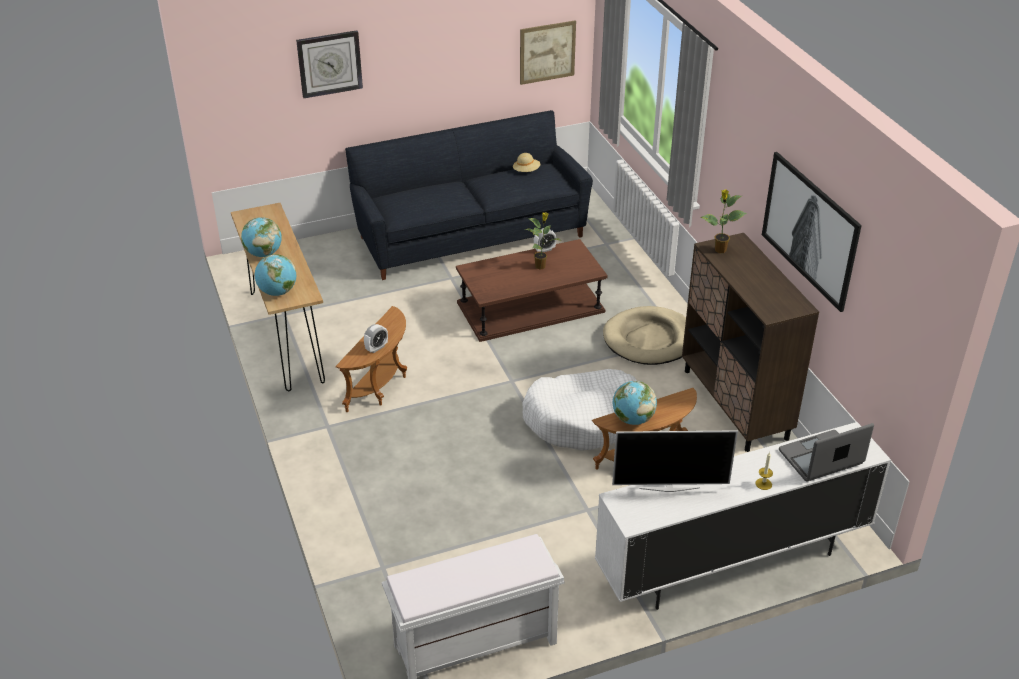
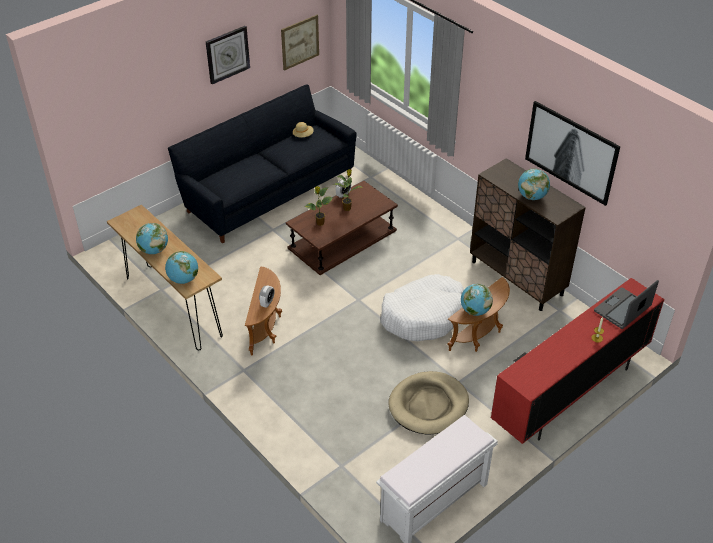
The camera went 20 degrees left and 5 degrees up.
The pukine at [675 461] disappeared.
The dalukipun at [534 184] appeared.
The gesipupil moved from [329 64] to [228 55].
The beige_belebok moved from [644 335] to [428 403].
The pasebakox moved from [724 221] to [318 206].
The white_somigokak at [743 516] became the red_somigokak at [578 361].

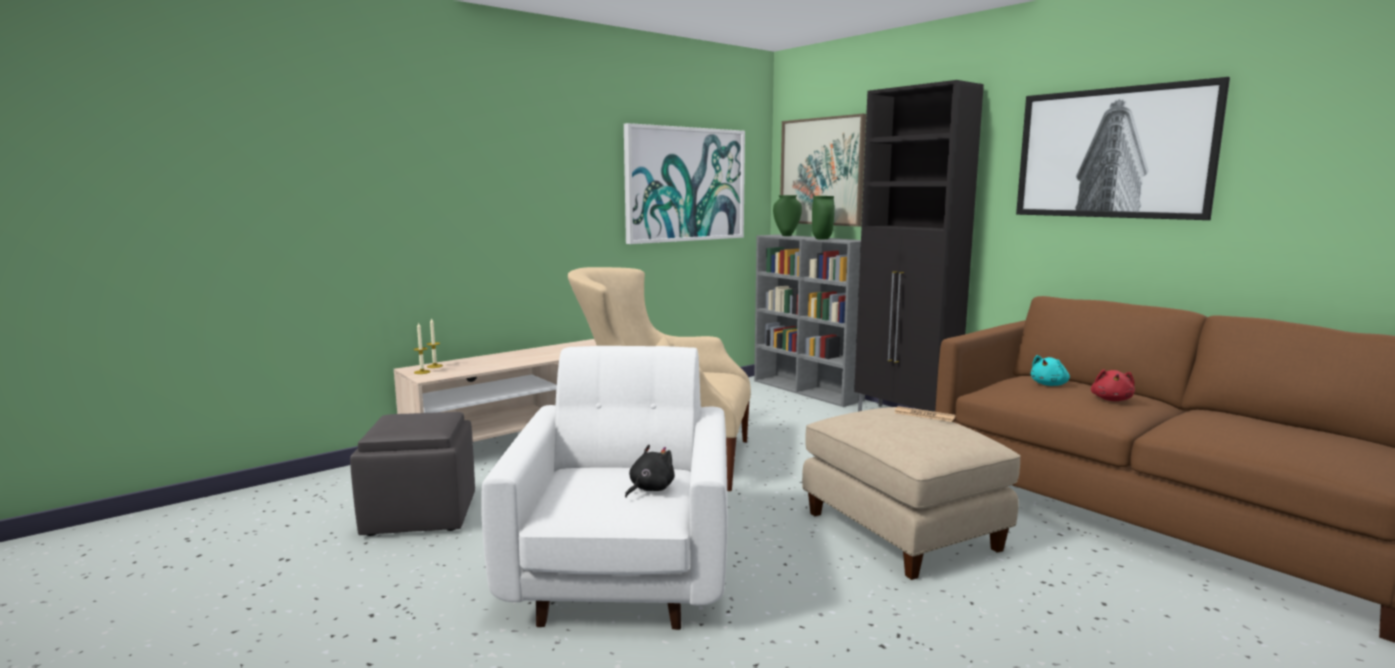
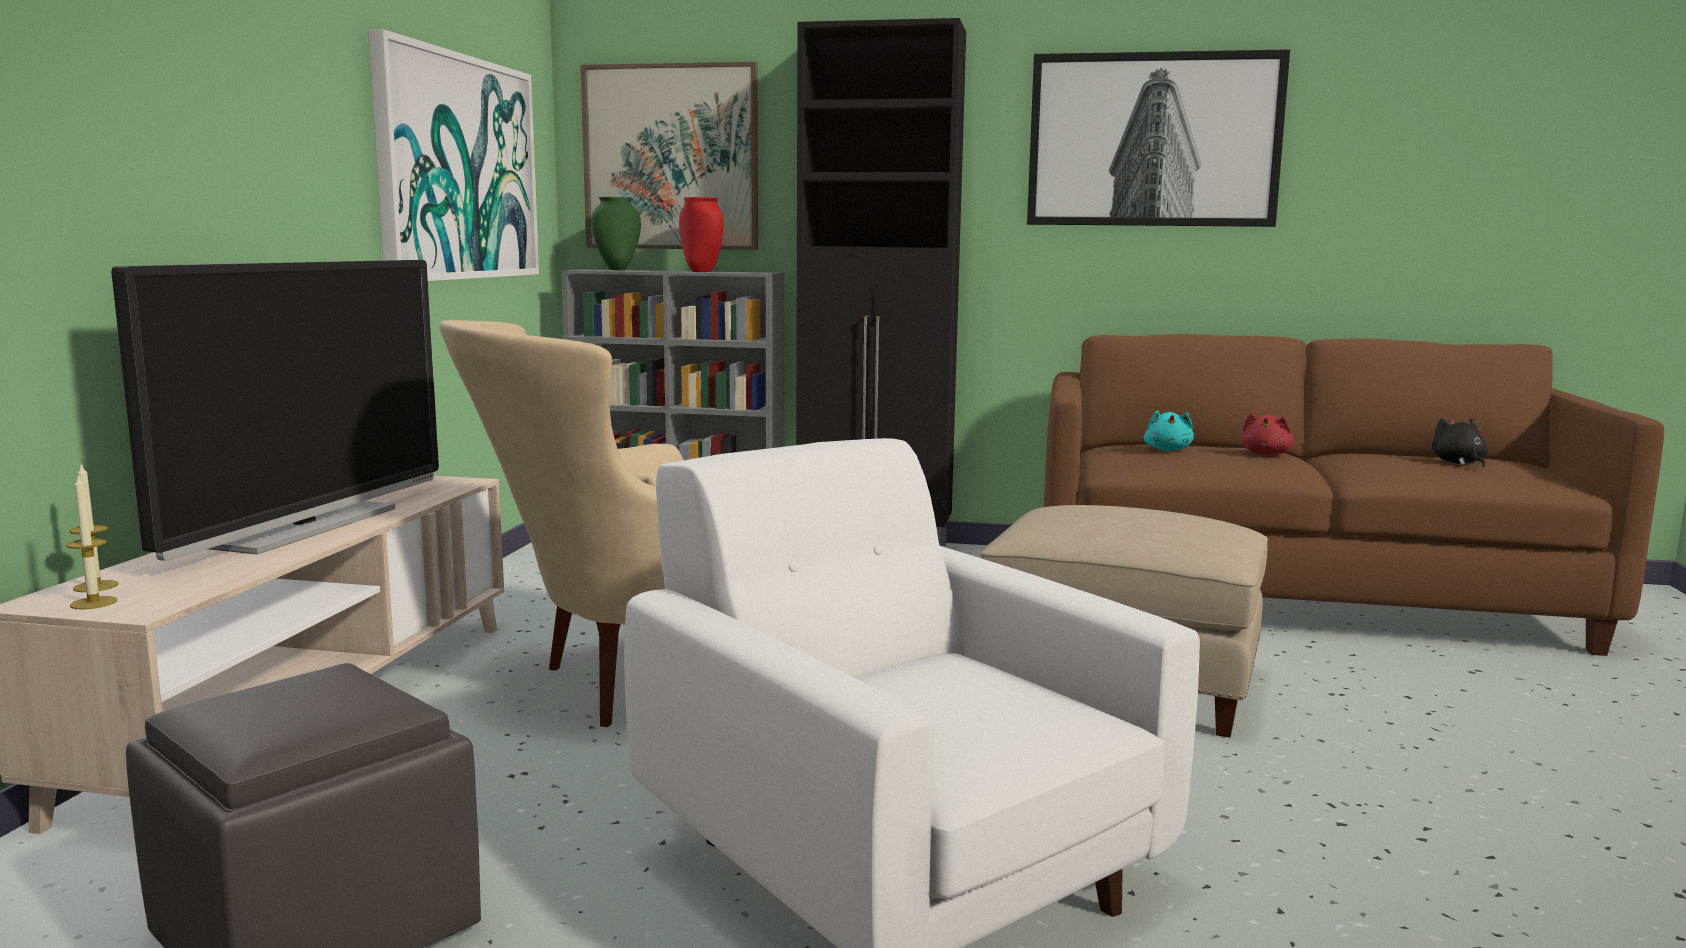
The camera went 40 degrees left and 0 degrees up.
The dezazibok at [924 414] disappeared.
The pukine at [275 410] appeared.
The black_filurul moved from [650 471] to [1460 442].
The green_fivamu at [823 217] became the red_fivamu at [701 234].
The red_filurul at [1113 385] turned 45 degrees clockwise.

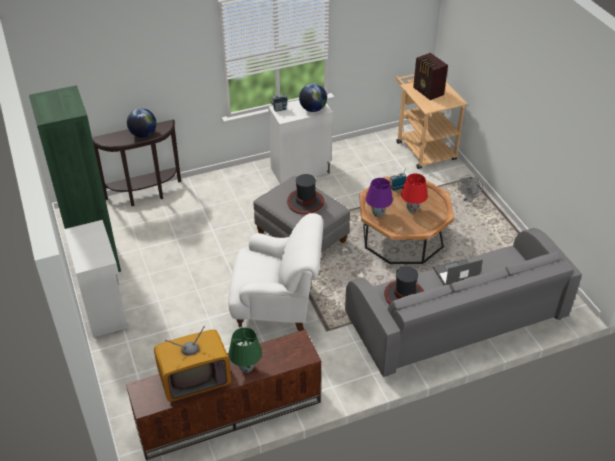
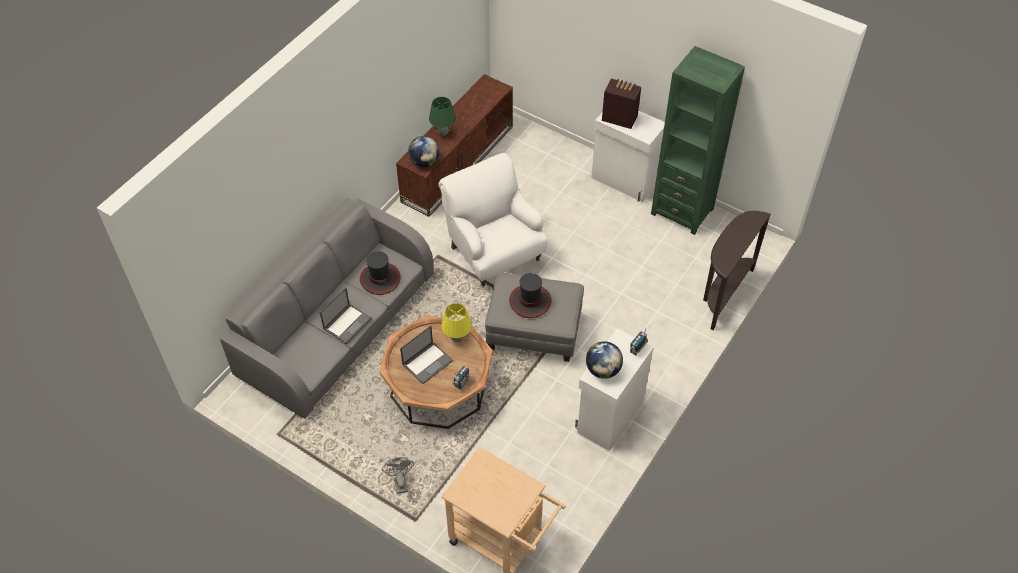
The camera went 145 degrees right and 10 degrees up.
The pukine at [192 364] disappeared.
The dalukipun moved from [141 123] to [423 151].
The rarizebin moved from [430 76] to [621 104].
The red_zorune at [414 193] was replaced by the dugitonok at [426 355].
The purple_zorune at [379 197] became the yellow_zorune at [456 322].
The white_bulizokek at [275 272] turned 90 degrees clockwise.

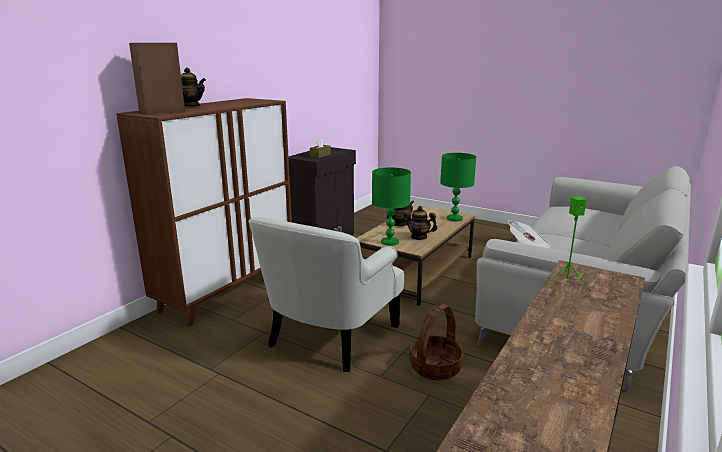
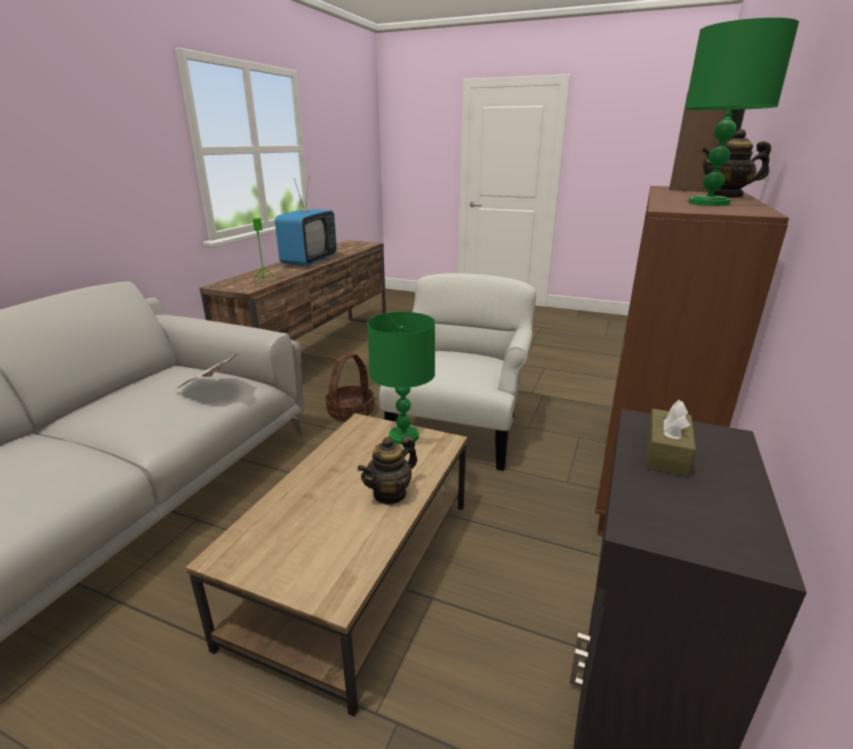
The camera went 170 degrees right and 5 degrees up.
The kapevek at [420 223] disappeared.
The pukine at [306 221] appeared.
The green_zorune moved from [458 187] to [742 112].

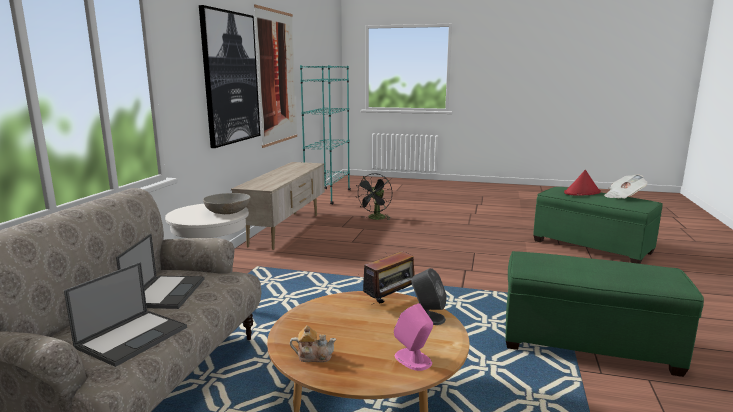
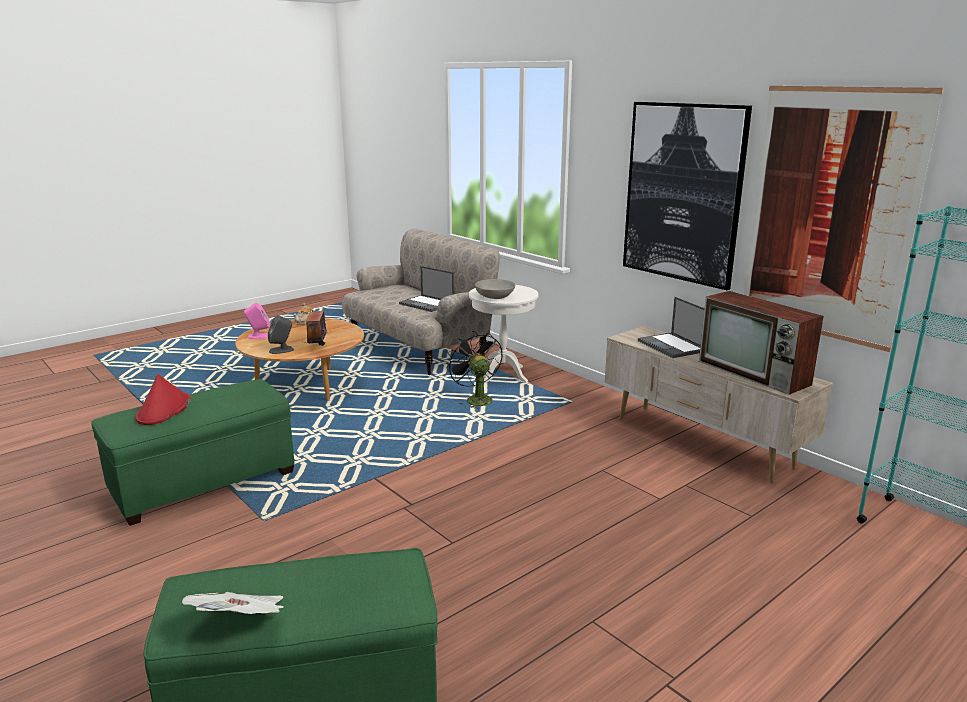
The camera went 125 degrees right and 5 degrees up.
The pukine at [761 342] appeared.
The dugitonok moved from [125 314] to [671 327].
The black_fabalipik moved from [373 196] to [474 370].
The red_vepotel moved from [582 183] to [163 399].

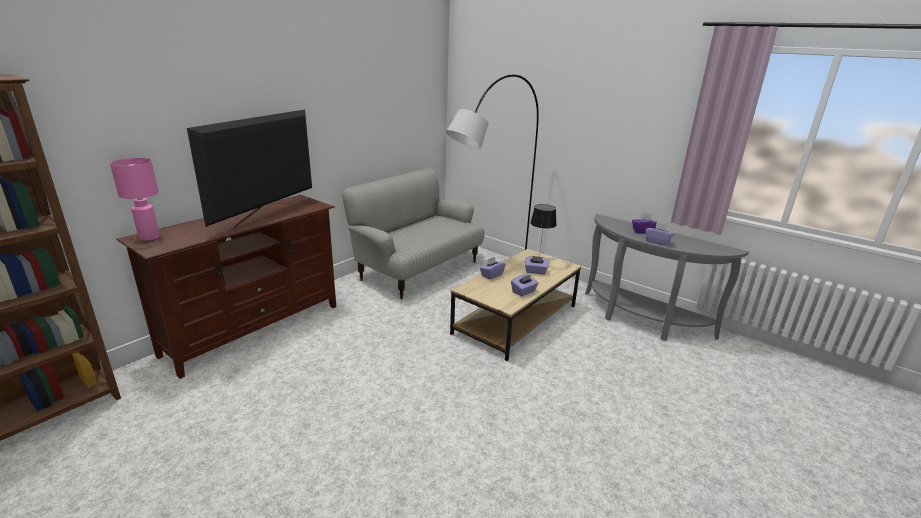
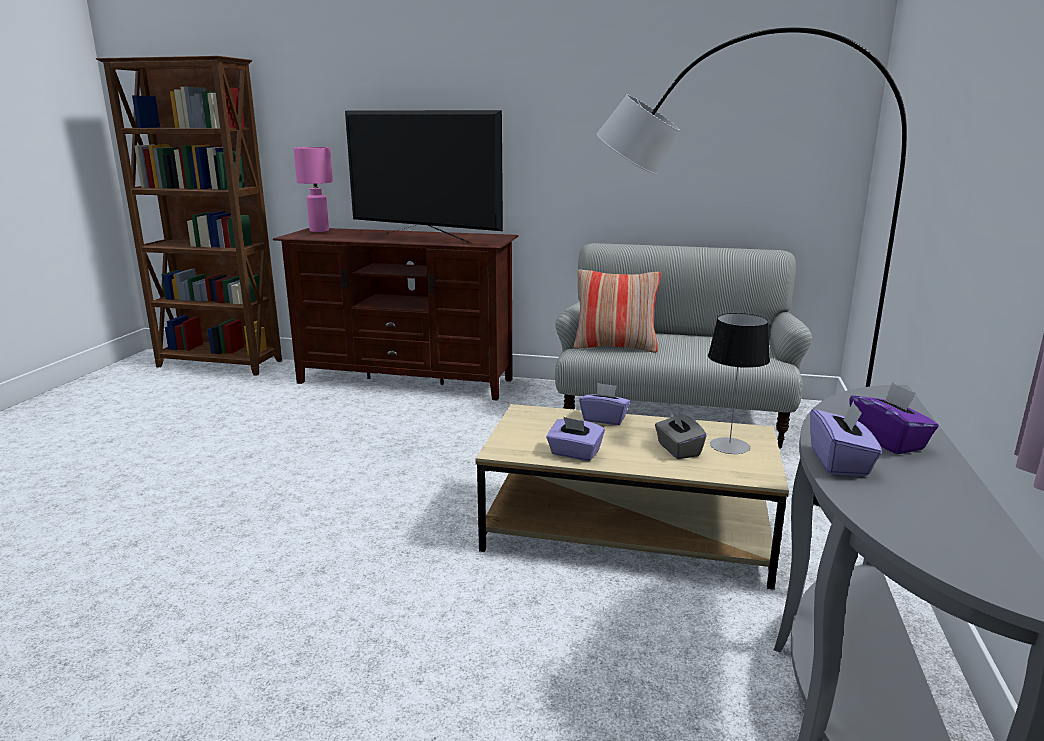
The camera went 65 degrees right and 5 degrees down.
The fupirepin at [617 311] appeared.
The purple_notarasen at [537 265] became the grey_notarasen at [681 435].
The pukine at [249 169] turned 150 degrees counterclockwise.

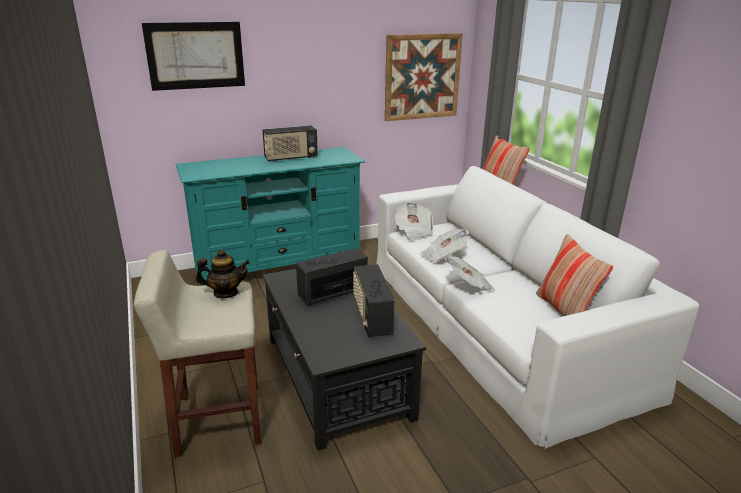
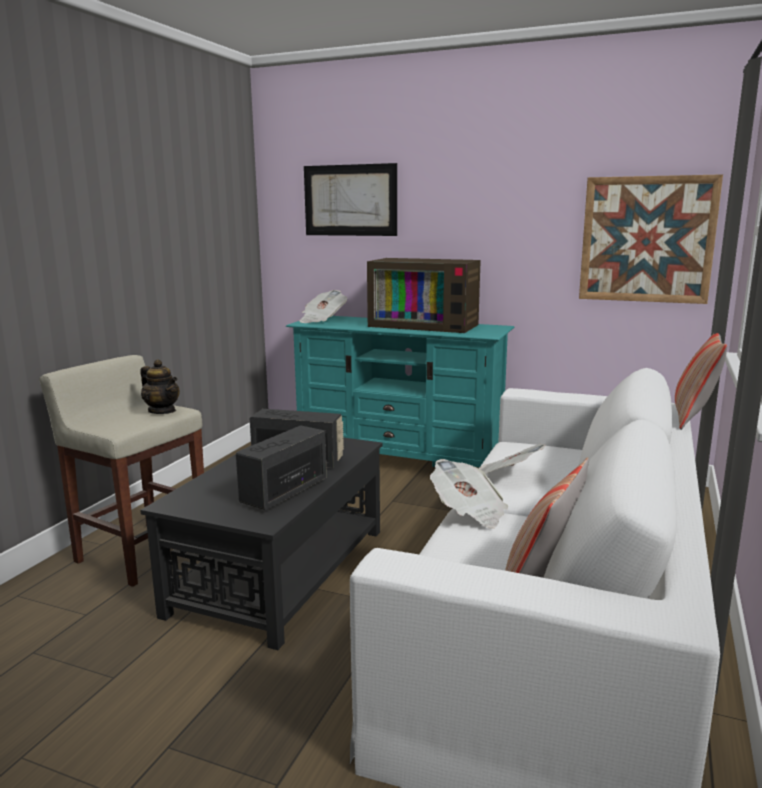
The camera went 45 degrees right and 10 degrees down.
The dezazibok moved from [413 221] to [323 306].
The rarizebin at [290 144] was replaced by the pukine at [424 295].

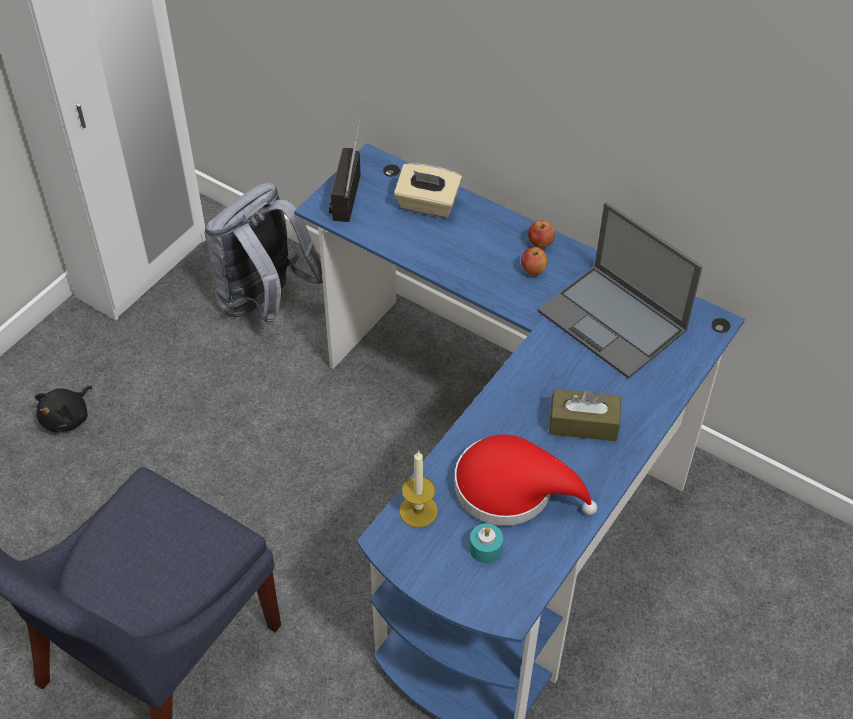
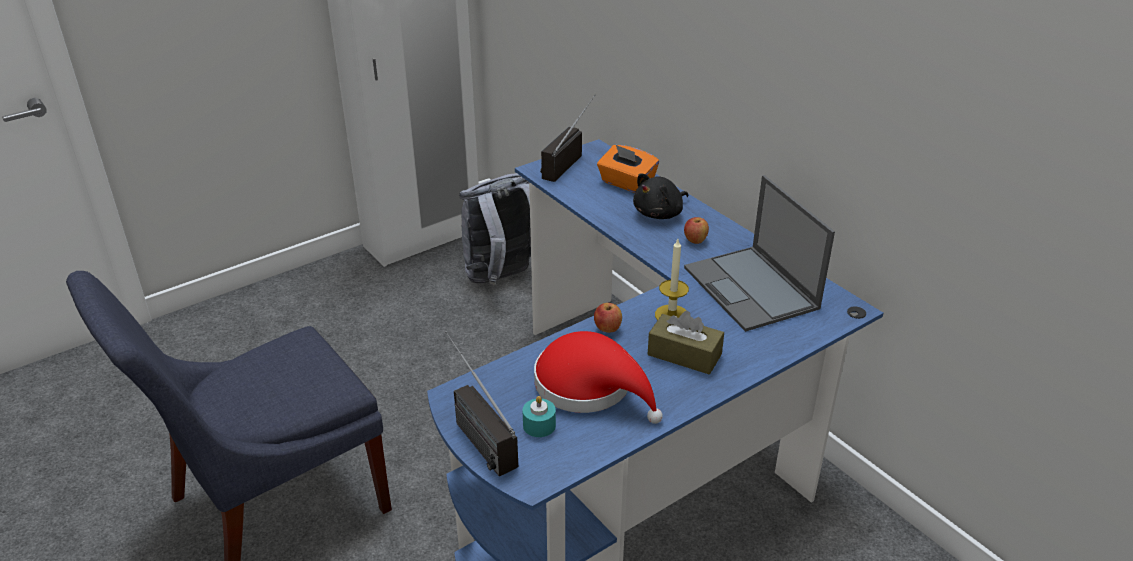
The camera went 20 degrees right and 15 degrees down.
The rarizebin at [481 403] appeared.
The black_filurul moved from [63 409] to [660 196].
The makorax moved from [418 489] to [672 280].
The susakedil moved from [541 234] to [608 318].
The beige_notarasen at [428 190] became the orange_notarasen at [628 169].

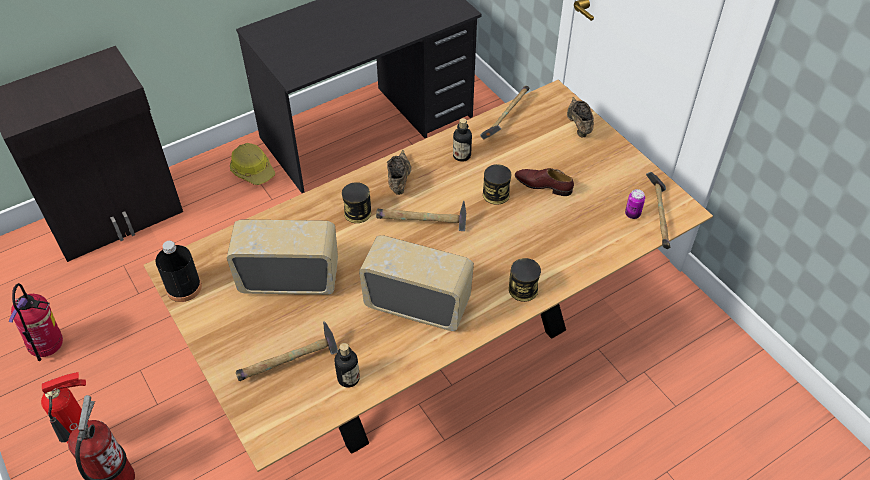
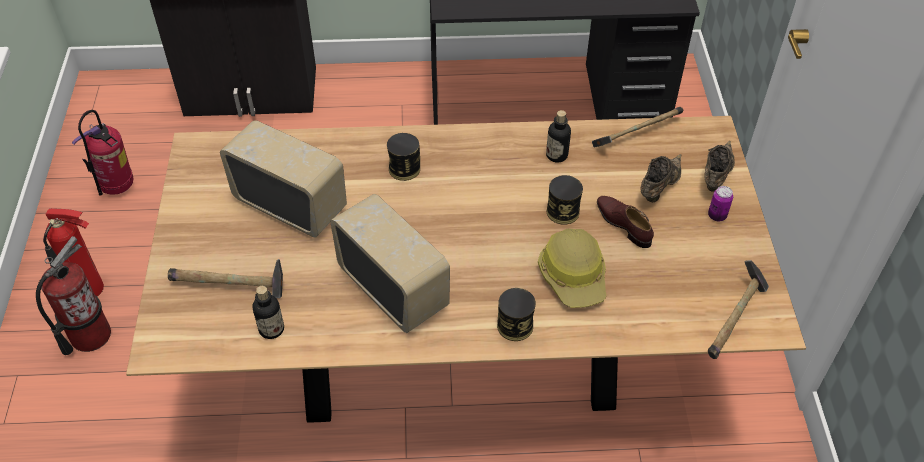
The camera went 30 degrees right and 0 degrees up.
The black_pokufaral at [178 271] disappeared.
The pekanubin at [421 216] disappeared.
The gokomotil moved from [252 164] to [572 268].
The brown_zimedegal moved from [399 172] to [660 178].
The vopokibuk moved from [635 204] to [720 203].

